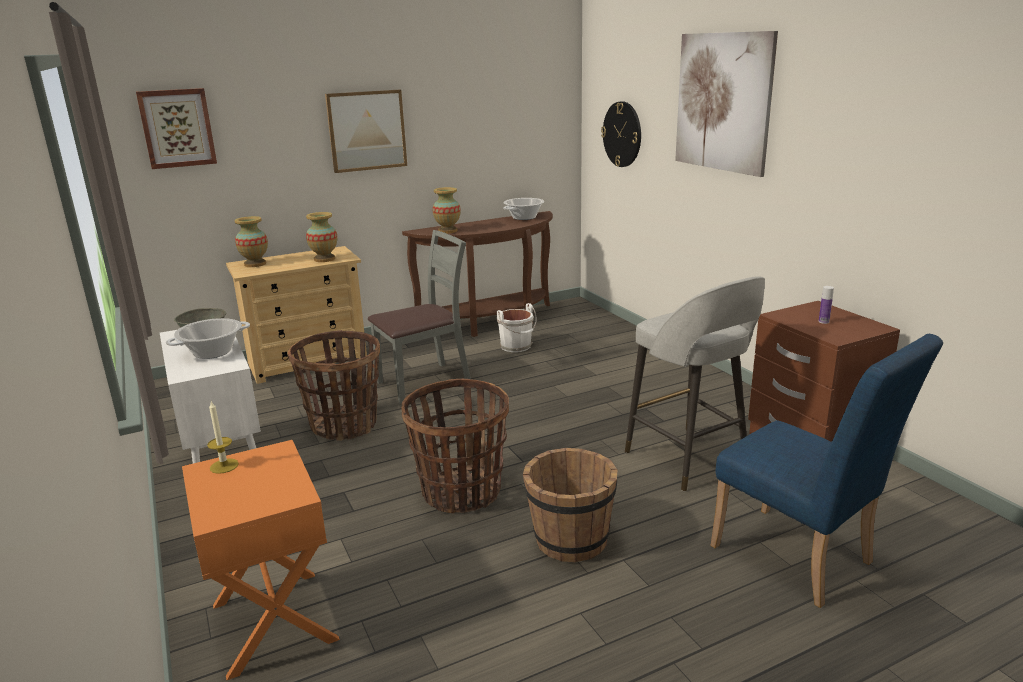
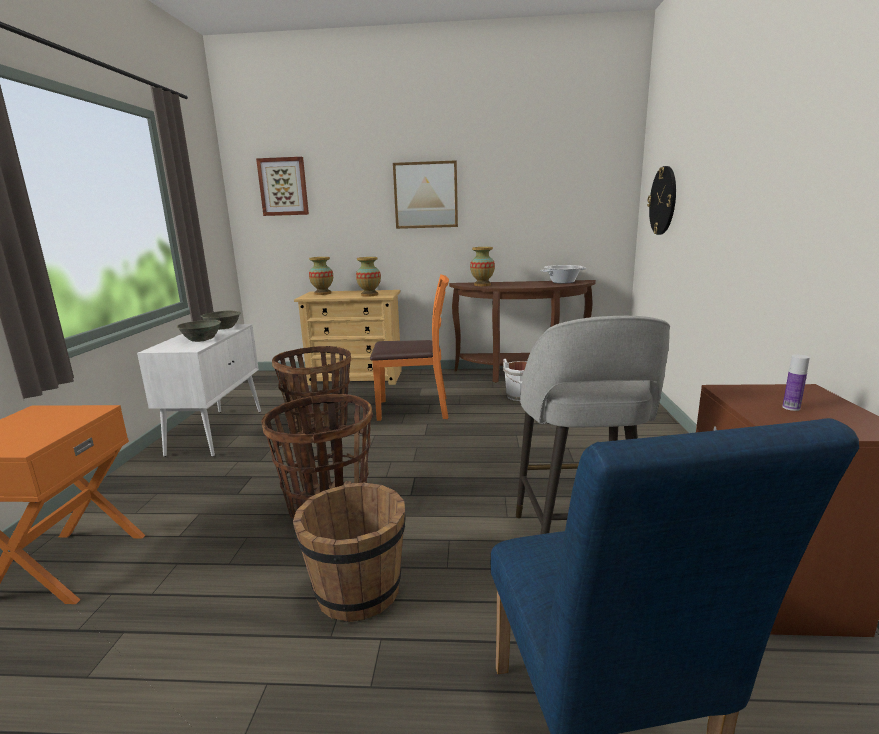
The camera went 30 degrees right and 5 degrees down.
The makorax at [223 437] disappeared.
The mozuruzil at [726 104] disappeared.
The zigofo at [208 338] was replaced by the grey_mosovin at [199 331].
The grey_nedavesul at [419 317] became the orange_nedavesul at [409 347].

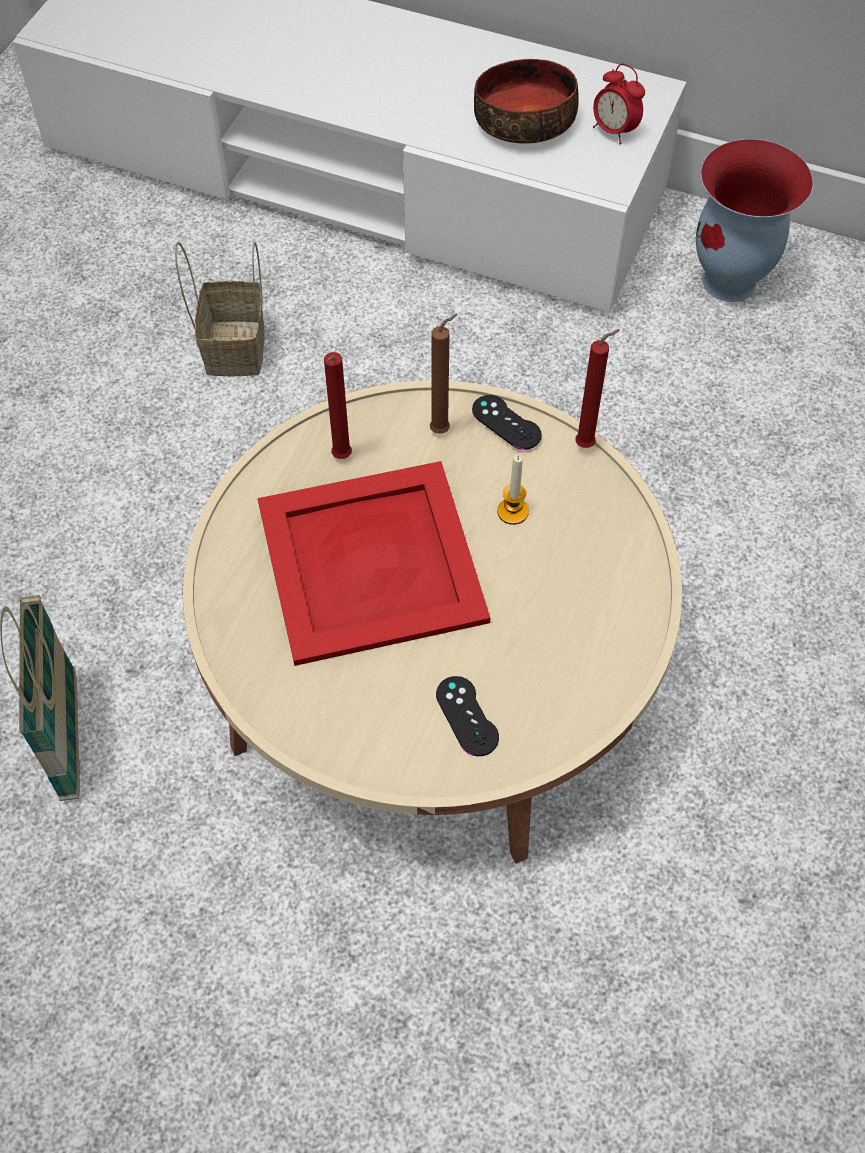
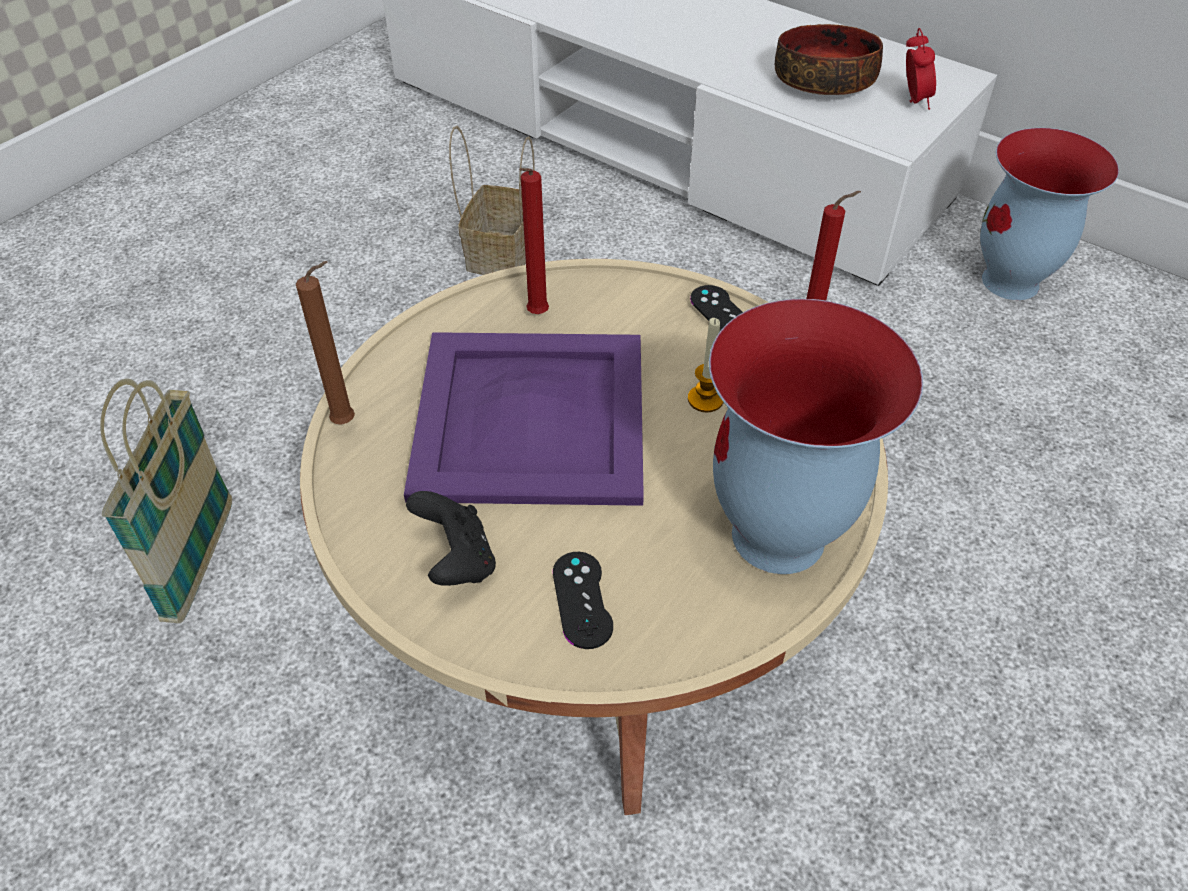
The camera went 15 degrees right and 10 degrees down.
The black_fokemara at [451 538] appeared.
The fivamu at [816 436] appeared.
The brown_makorax moved from [444 374] to [325 342].
The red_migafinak at [373 563] became the purple_migafinak at [524 419].
The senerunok at [619 104] turned 150 degrees counterclockwise.

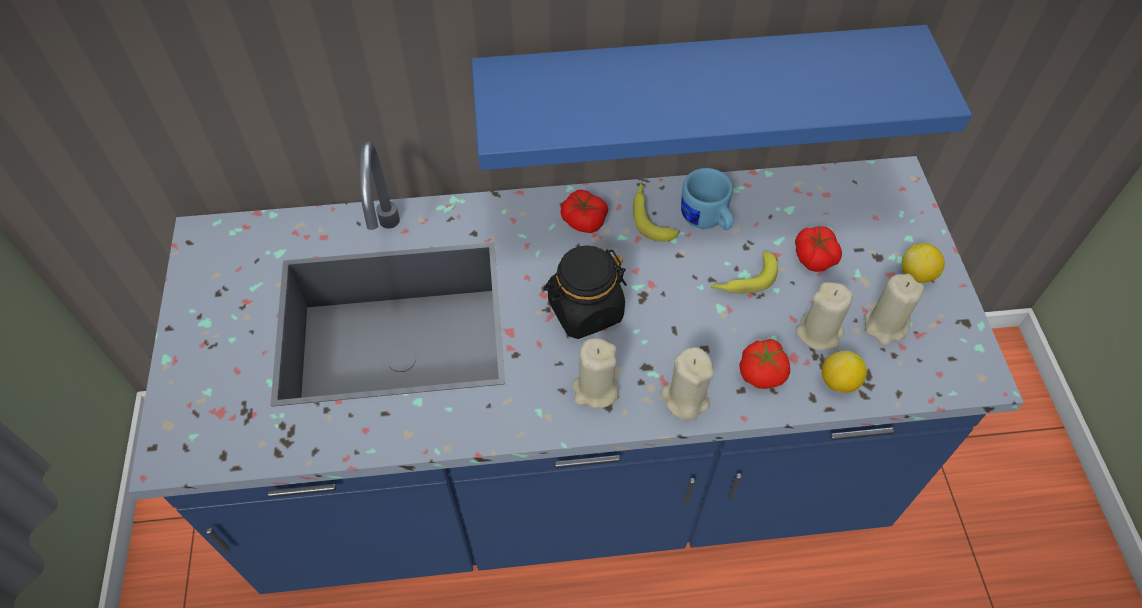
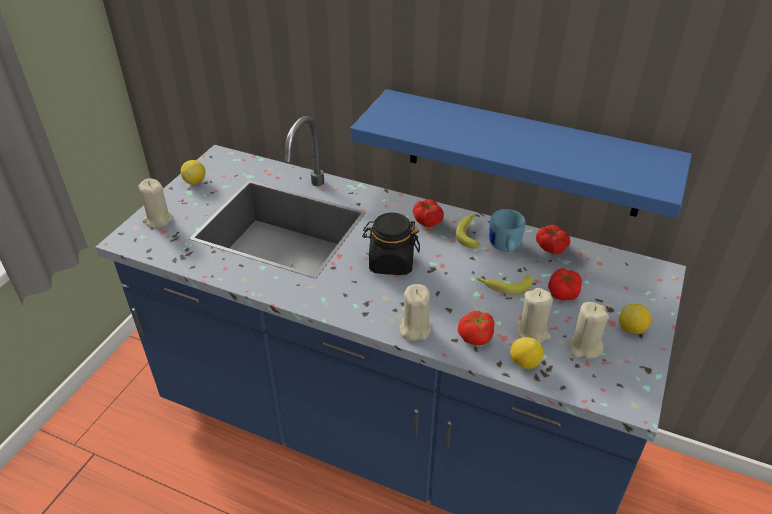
The camera went 30 degrees right and 15 degrees down.
The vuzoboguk at [193 172] appeared.
The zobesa at [553 239] appeared.
The beige_makorax moved from [595 373] to [156 203].

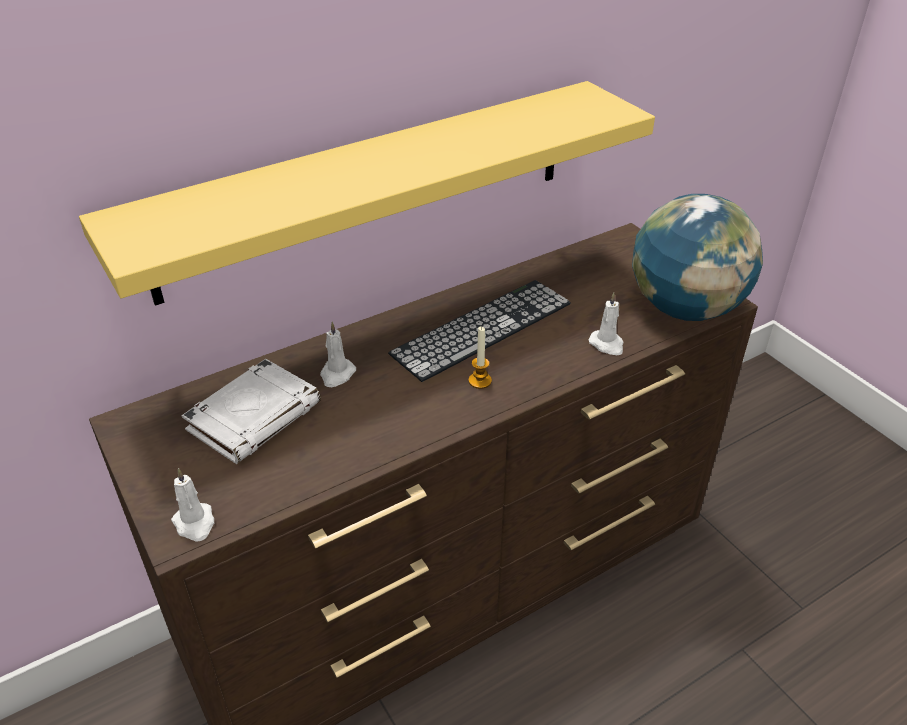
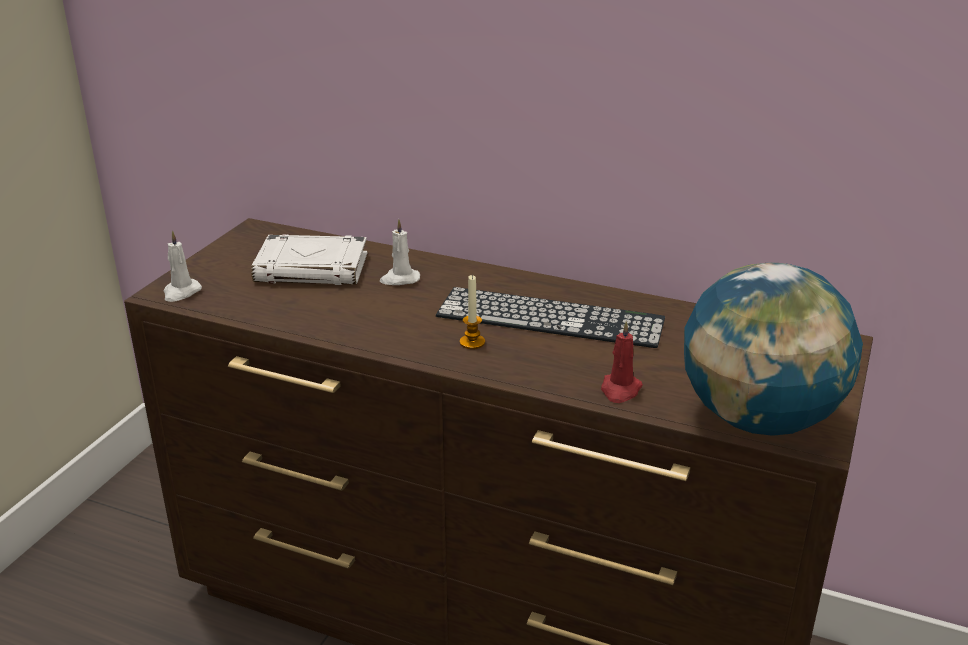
The camera went 55 degrees right and 10 degrees down.
The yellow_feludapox at [367 193] disappeared.
The white_makorax at [606 324] became the red_makorax at [622 362].

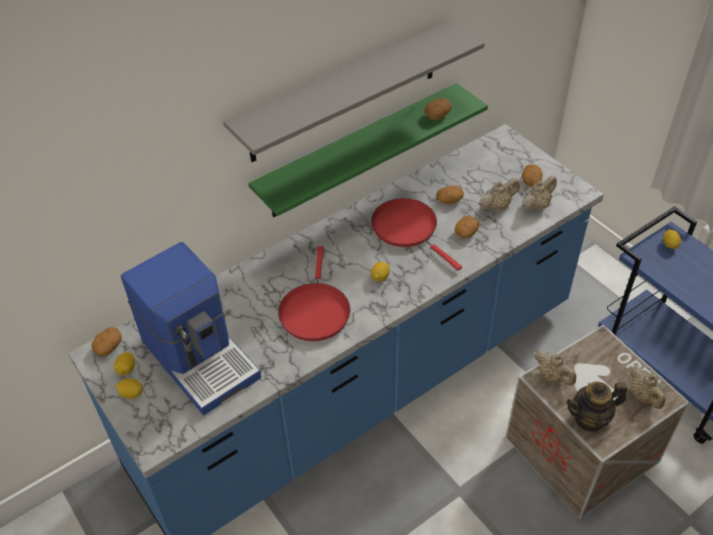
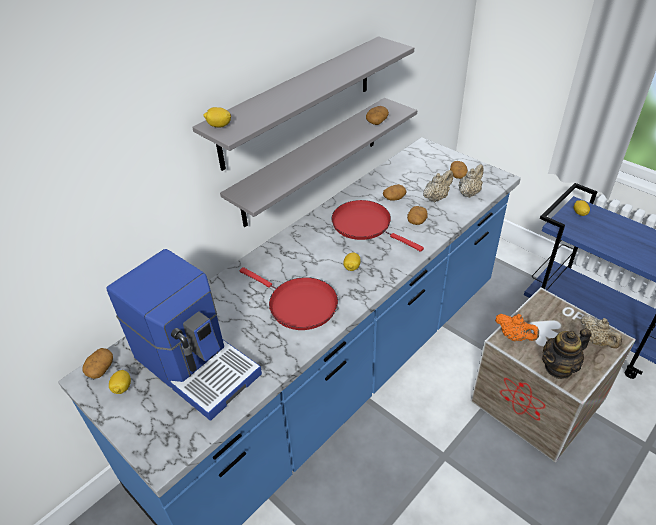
The camera went 10 degrees left and 5 degrees down.
The vuzoboguk moved from [129 388] to [217 117].
The green_feludapox at [368 150] became the grey_feludapox at [318 162].
The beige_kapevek at [555 367] became the orange_kapevek at [517 327].
The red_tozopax at [314 293] turned 45 degrees counterclockwise.

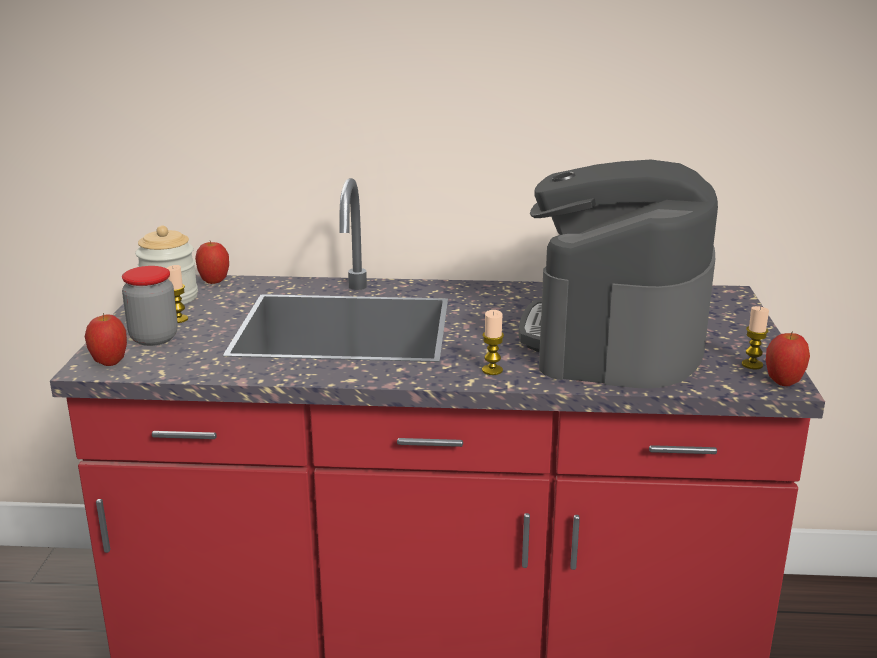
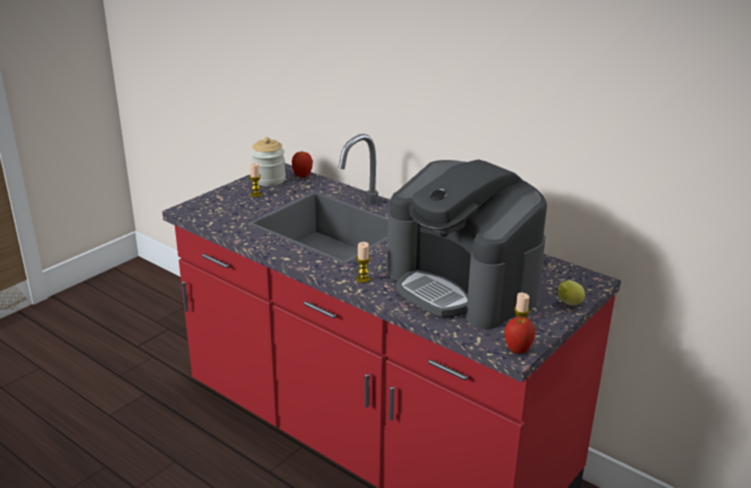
The camera went 35 degrees right and 5 degrees up.
The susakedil at [105 339] disappeared.
The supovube at [150 306] disappeared.
The vuzoboguk at [571 293] appeared.
The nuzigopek at [618 274] turned 90 degrees counterclockwise.

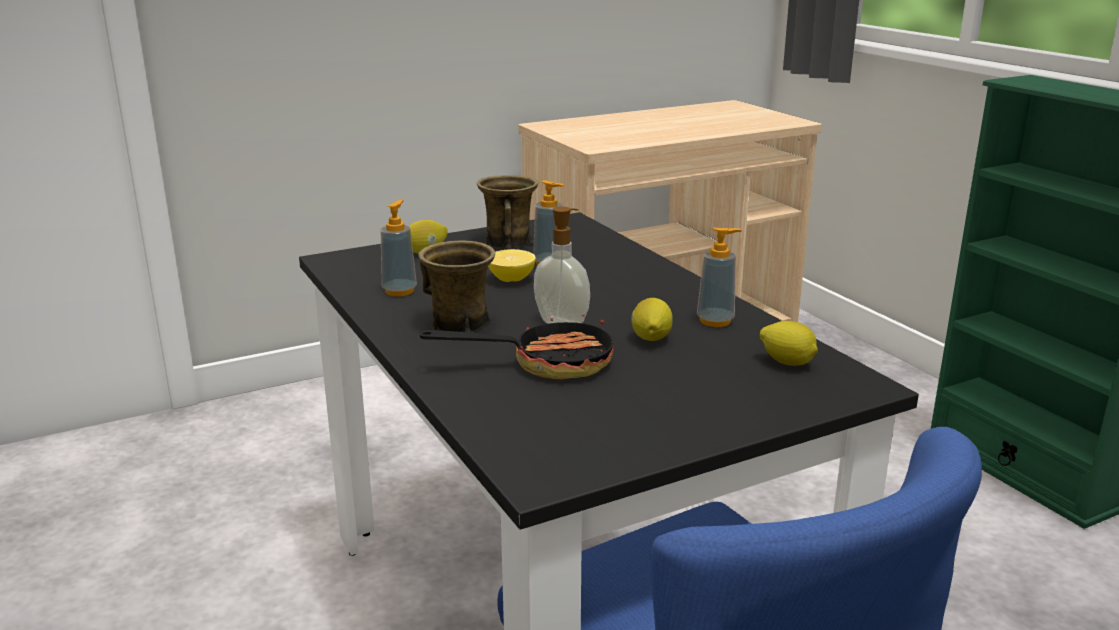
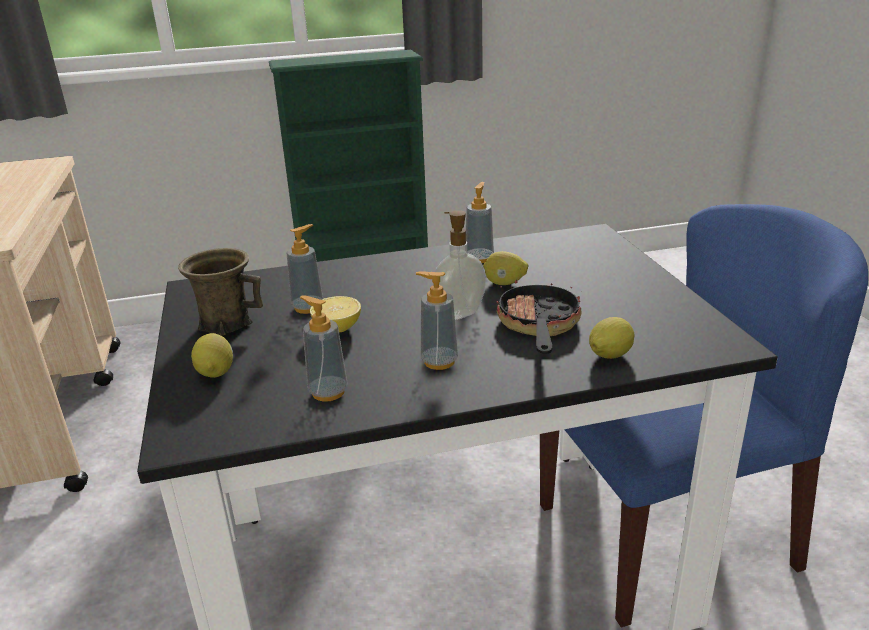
The camera went 75 degrees left and 5 degrees up.
The vuzoboguk moved from [789 343] to [611 338].
The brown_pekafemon at [456 287] was replaced by the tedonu at [437 320].

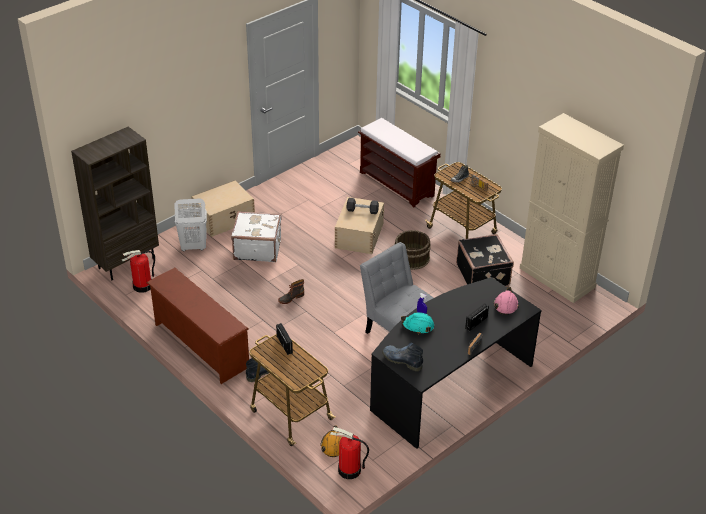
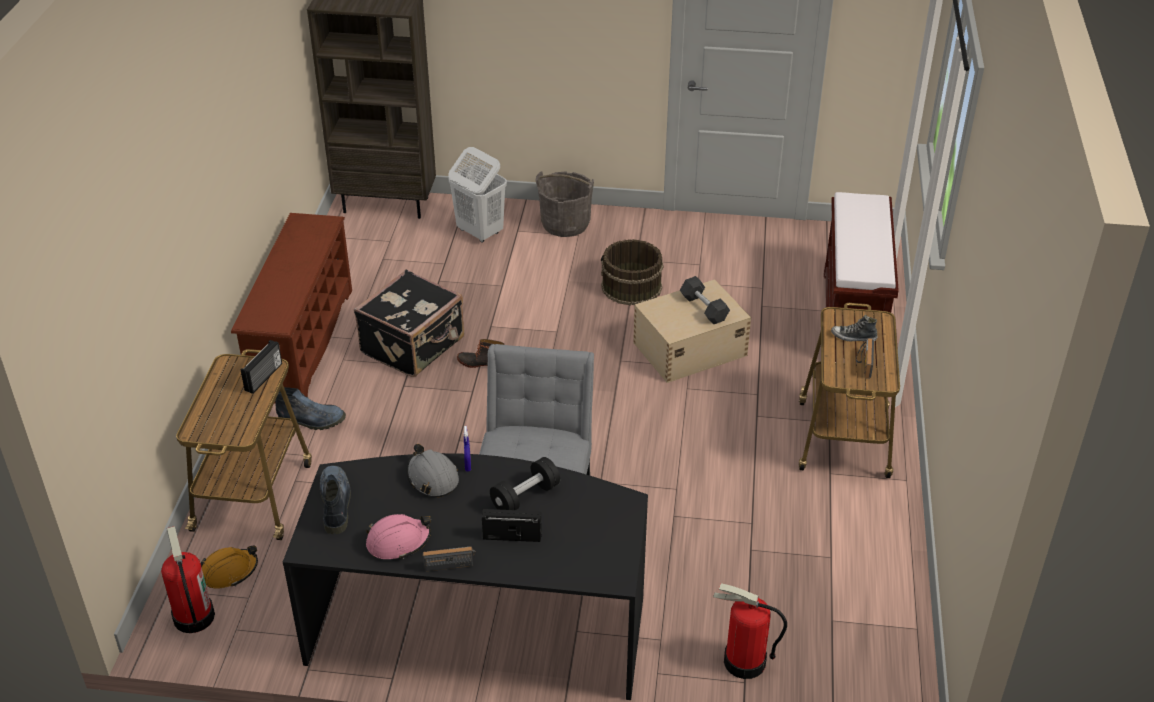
The camera went 50 degrees right and 0 degrees up.
The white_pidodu at [256 236] disappeared.
The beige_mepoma at [572 208] disappeared.
The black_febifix at [525 483] appeared.
The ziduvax moved from [138 271] to [750 631].
The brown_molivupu moved from [413 250] to [632 272].
The black_pidodu moved from [485 260] to [409 323].
The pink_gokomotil moved from [506 301] to [398 536].
The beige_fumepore at [223 208] was replaced by the grey_molivupu at [565 204].
The turquoise_gokomotil at [417 323] became the grey_gokomotil at [433 470].

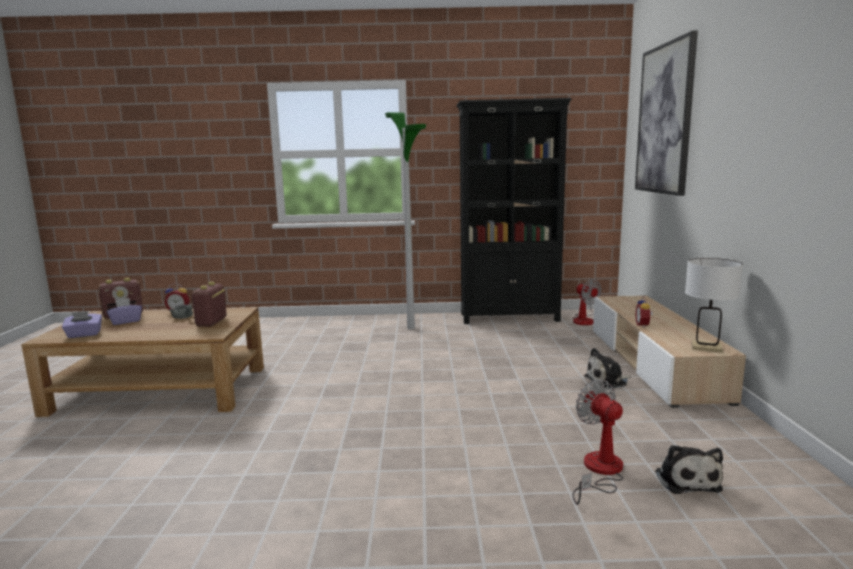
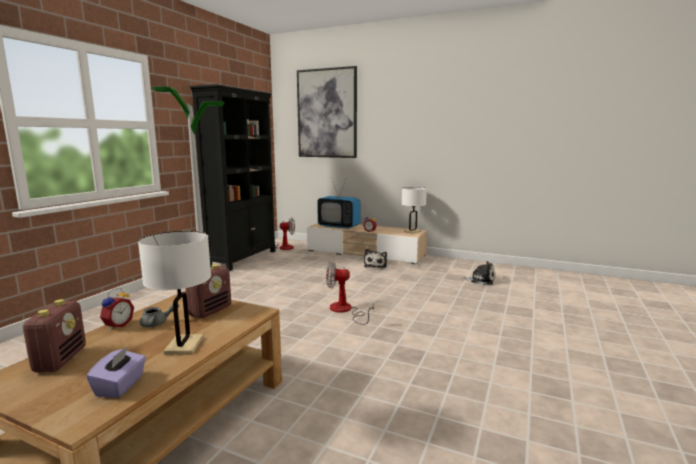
The camera went 65 degrees left and 0 degrees up.
The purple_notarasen at [124 311] disappeared.
The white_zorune at [174 293] appeared.
The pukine at [339 203] appeared.
The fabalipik moved from [598 442] to [350 293].
The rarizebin at [209 304] turned 90 degrees counterclockwise.

